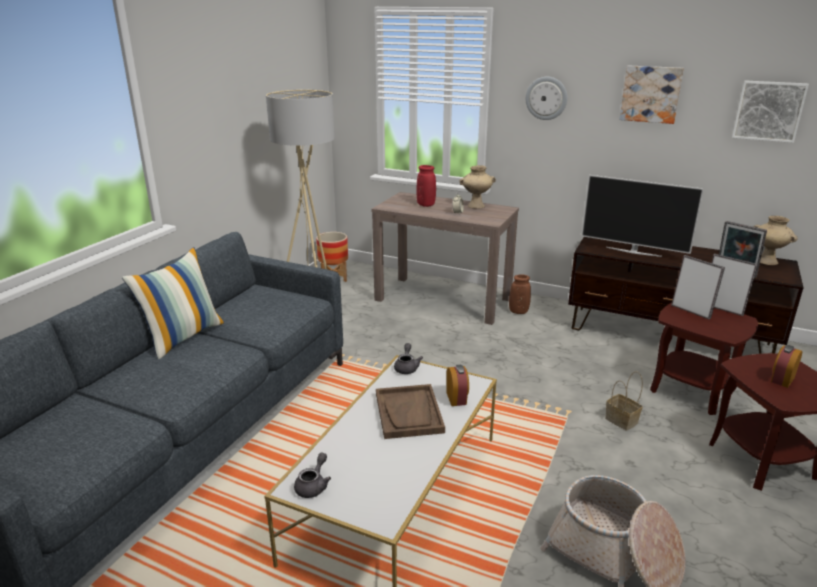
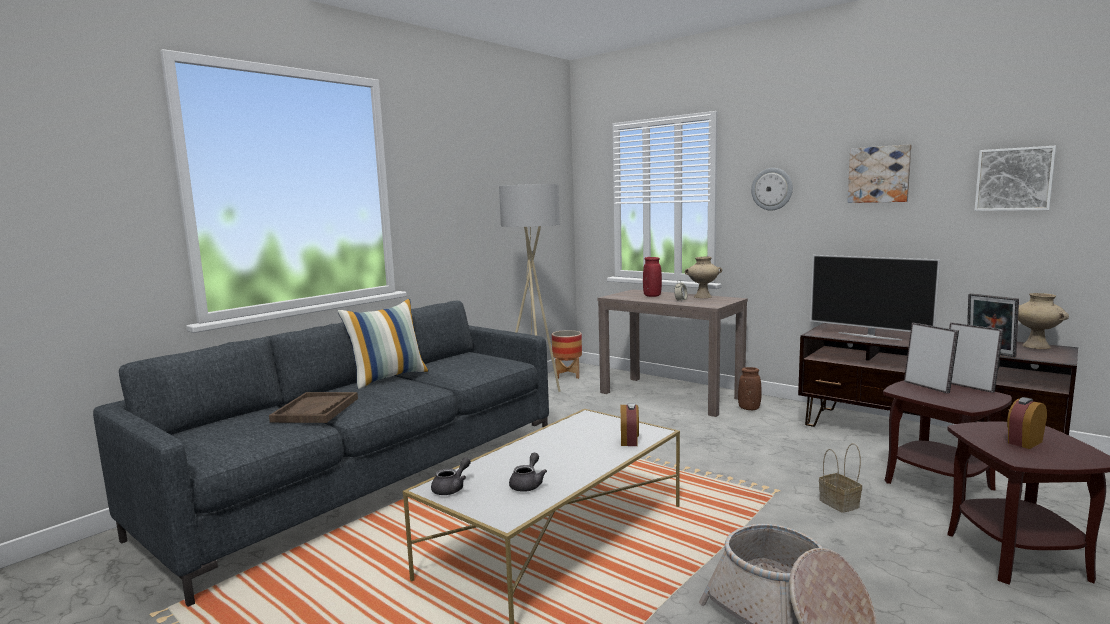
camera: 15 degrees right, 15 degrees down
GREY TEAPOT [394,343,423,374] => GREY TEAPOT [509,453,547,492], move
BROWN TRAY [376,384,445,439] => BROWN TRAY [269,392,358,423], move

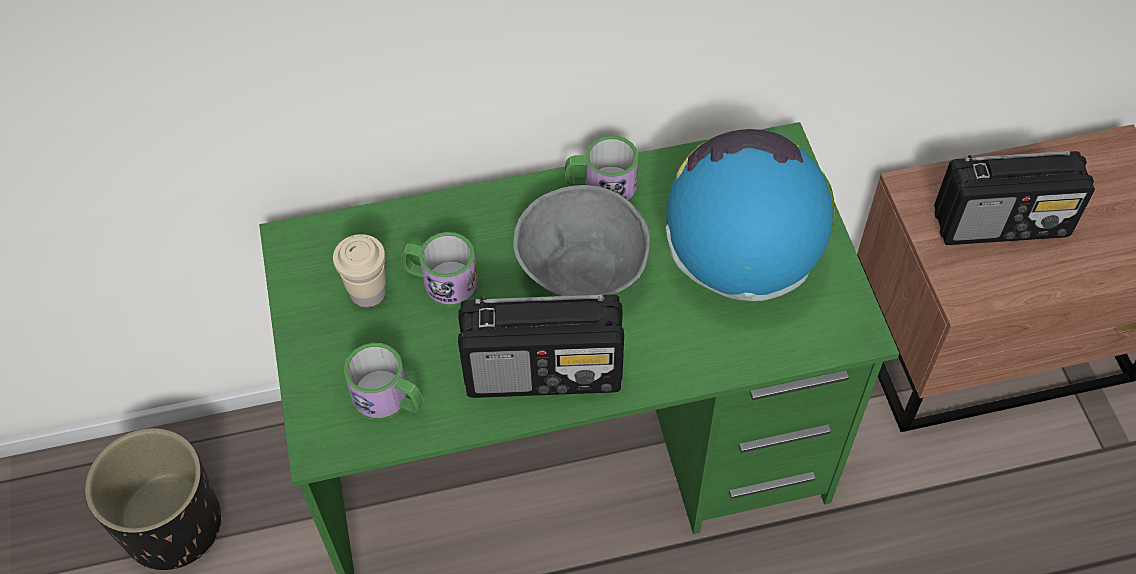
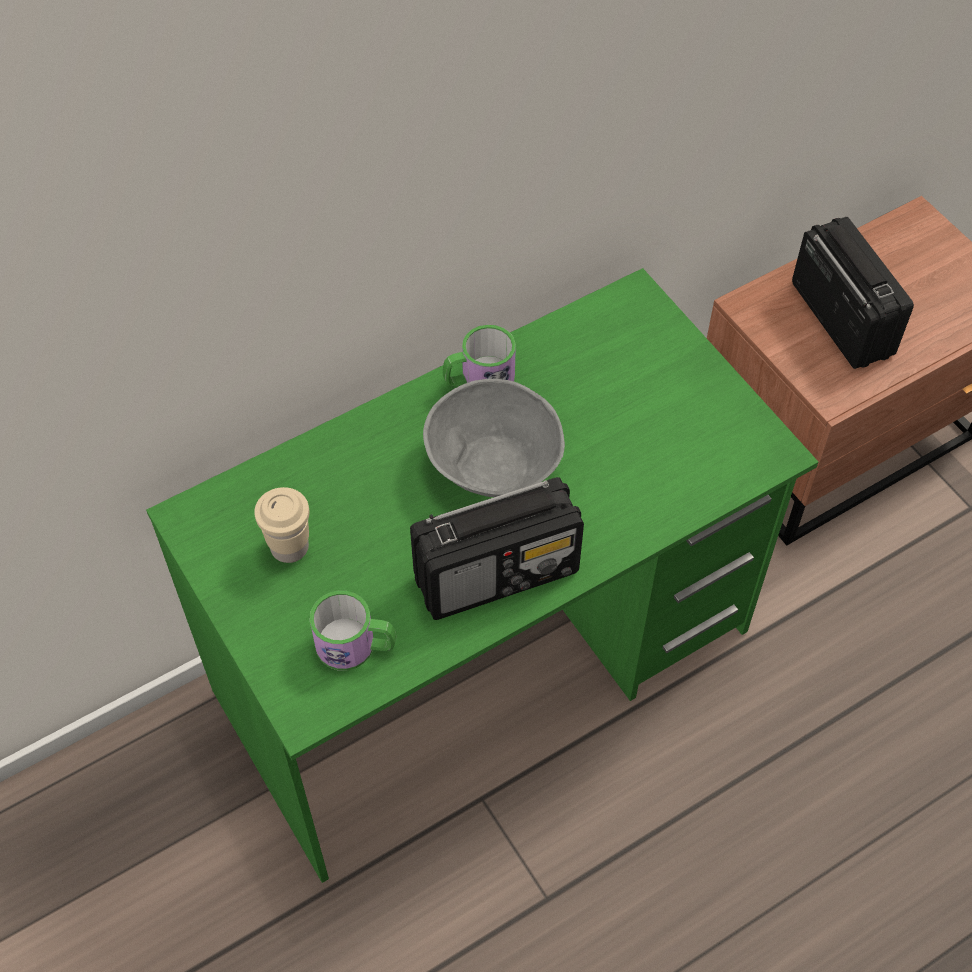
camera: 20 degrees left, 0 degrees up
GLOBE [665,129,836,301] => nothing
RADIO [934,151,1095,245] => RADIO [792,217,914,369], 90 degrees counterclockwise
MUG [401,232,478,306] => nothing
BLACK PLANTER [85,428,221,570] => nothing

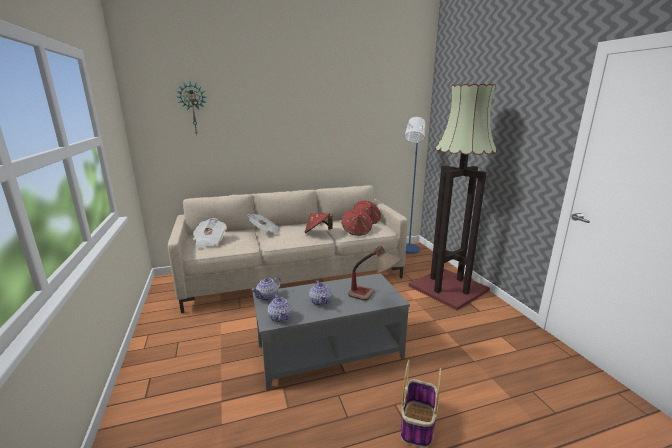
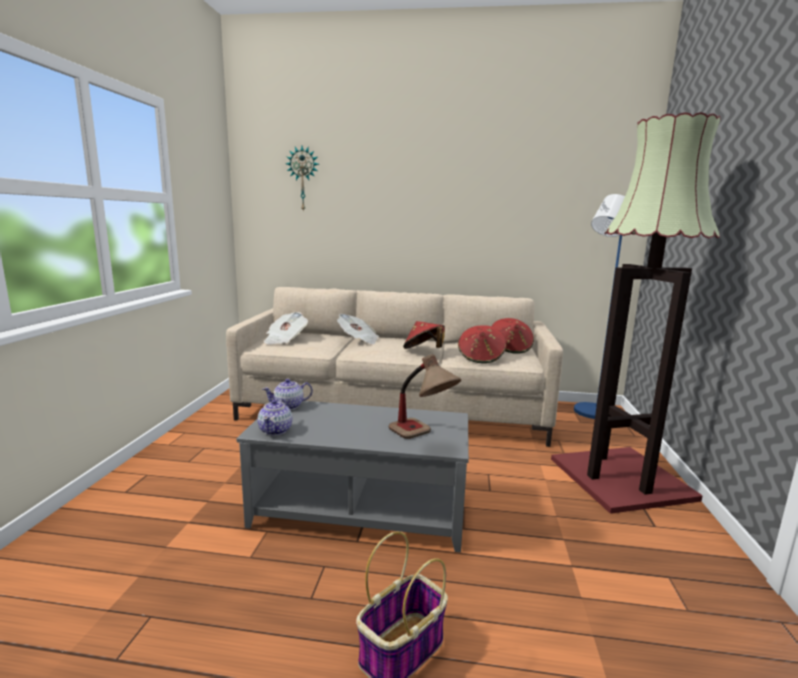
camera: 25 degrees right, 5 degrees down
TEAPOT [309,280,332,306] => nothing

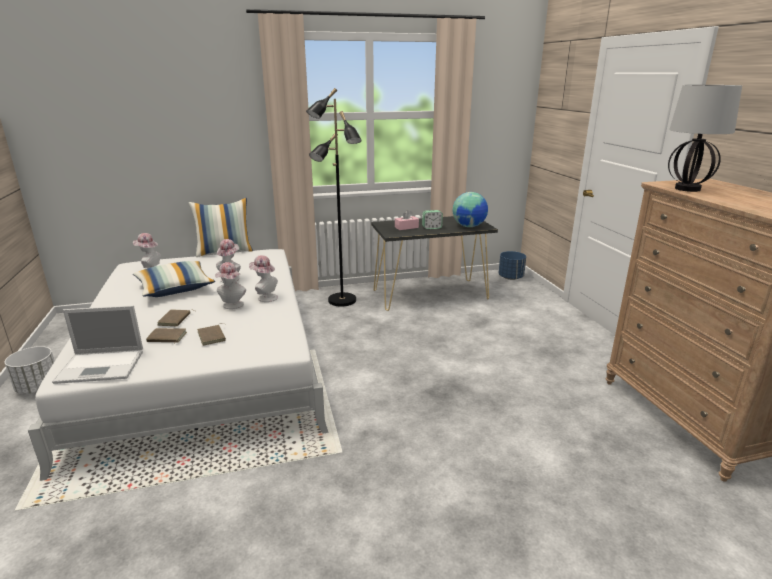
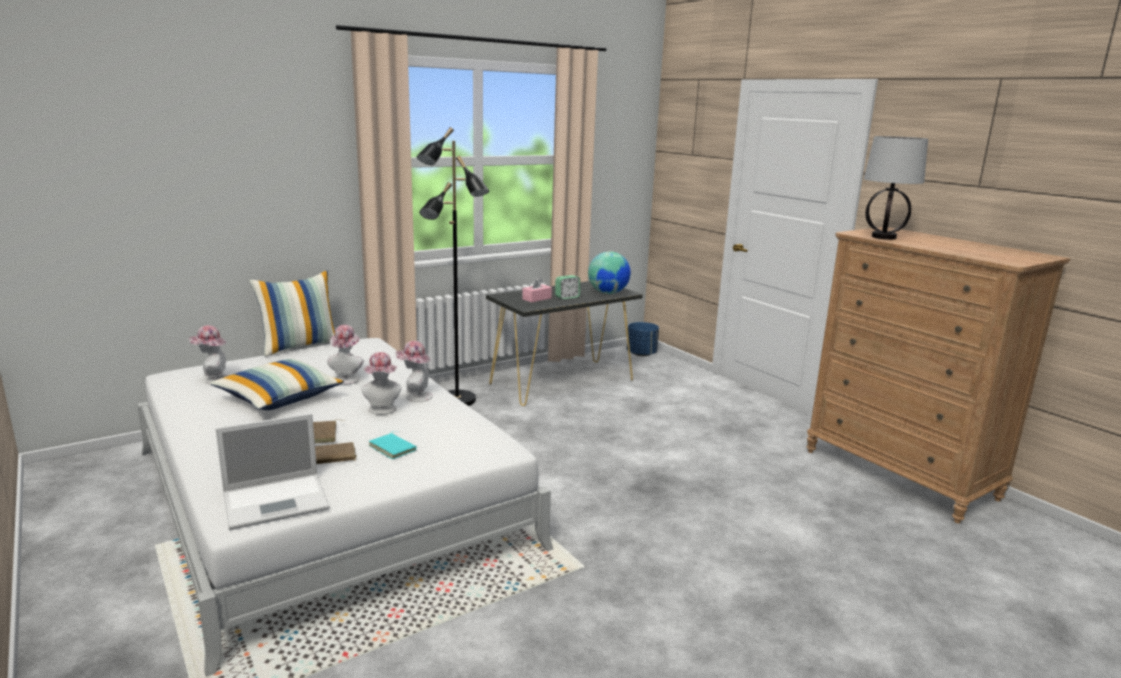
camera: 20 degrees left, 5 degrees down
BROWN BOOK [197,324,226,346] => TURQUOISE BOOK [369,431,417,459]
WHITE PLANTER [5,346,55,394] => nothing

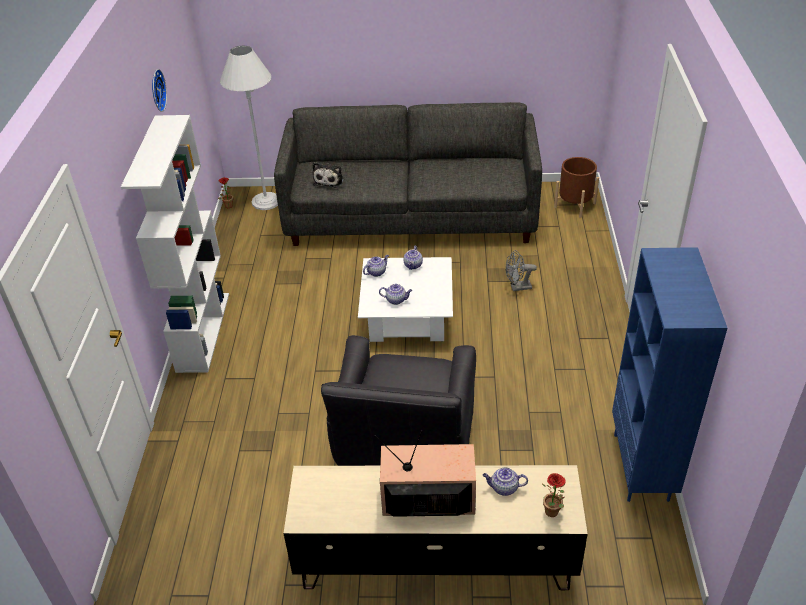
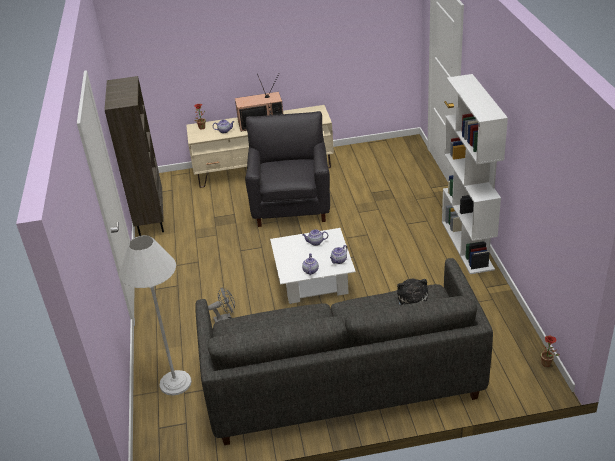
camera: 170 degrees right, 5 degrees down
WHITE FLOOR LAMP [220,46,278,210] => WHITE FLOOR LAMP [119,235,192,396], move
WALL CLOCK [152,69,167,112] => nothing
BROWN PLANTER [554,157,599,218] => nothing
BLUE BOOKCASE [612,247,727,502] => BROWN BOOKCASE [104,76,164,236]

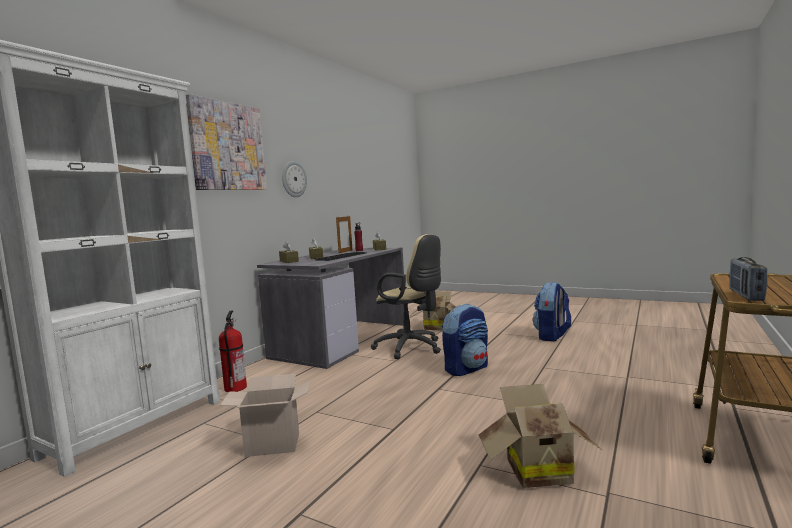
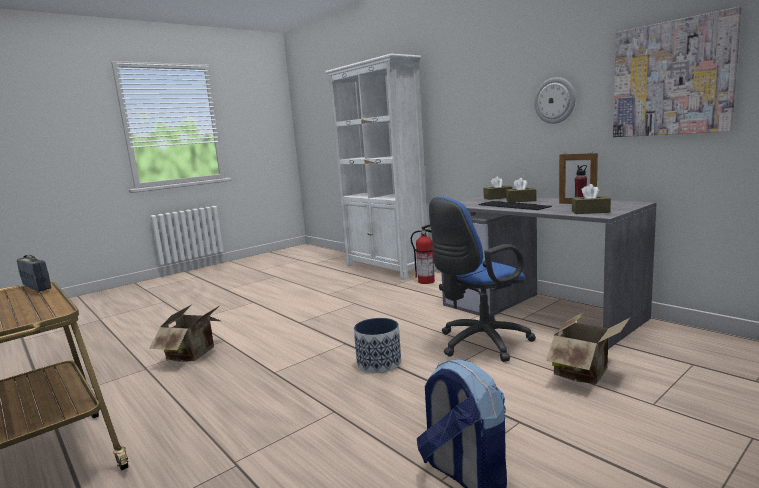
camera: 110 degrees right, 5 degrees up
PICTURE [186,94,267,190] => PICTURE [613,7,742,137], move
BEIGE OFFICE CHAIR [371,234,441,359] => BLUE OFFICE CHAIR [429,197,536,362]
BACKPACK [442,304,488,376] => PLANTER [354,318,401,373]
CARDBOARD BOX [220,374,311,457] => nothing

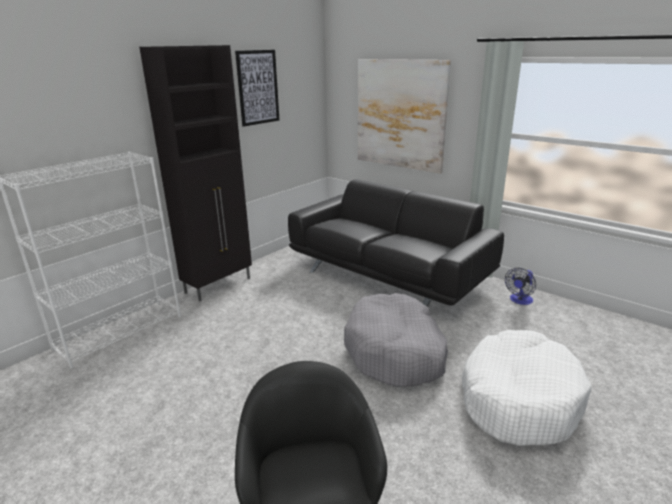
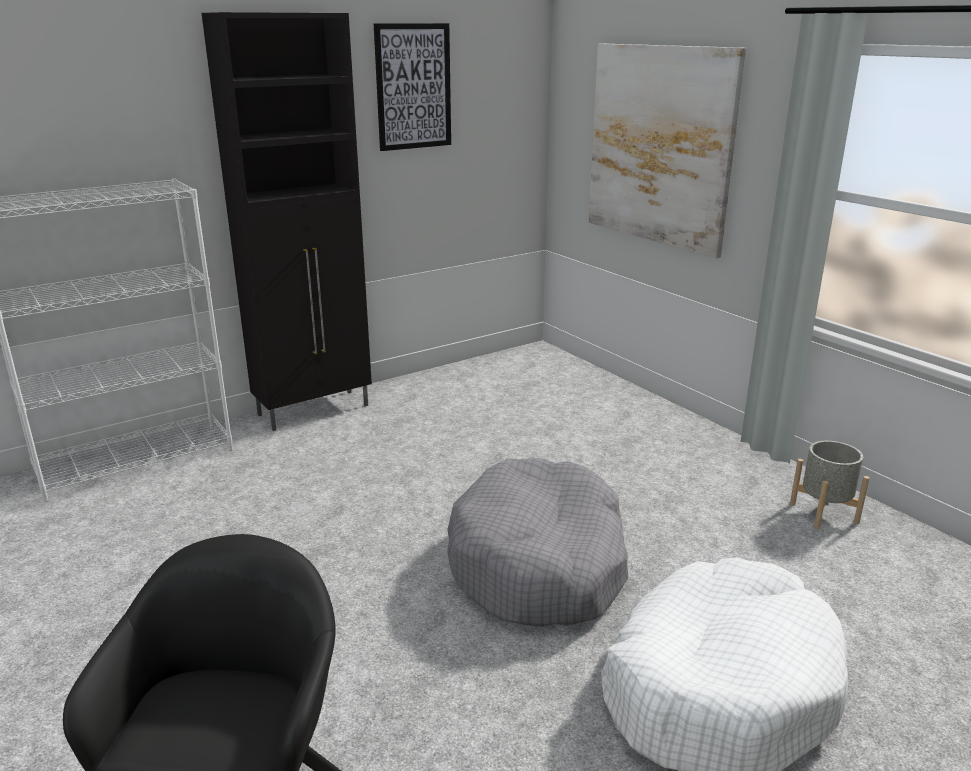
camera: 15 degrees right, 0 degrees up
BLACK SOFA [288,179,504,307] => nothing
FAN [505,268,536,305] => GREY PLANTER [790,441,870,530]

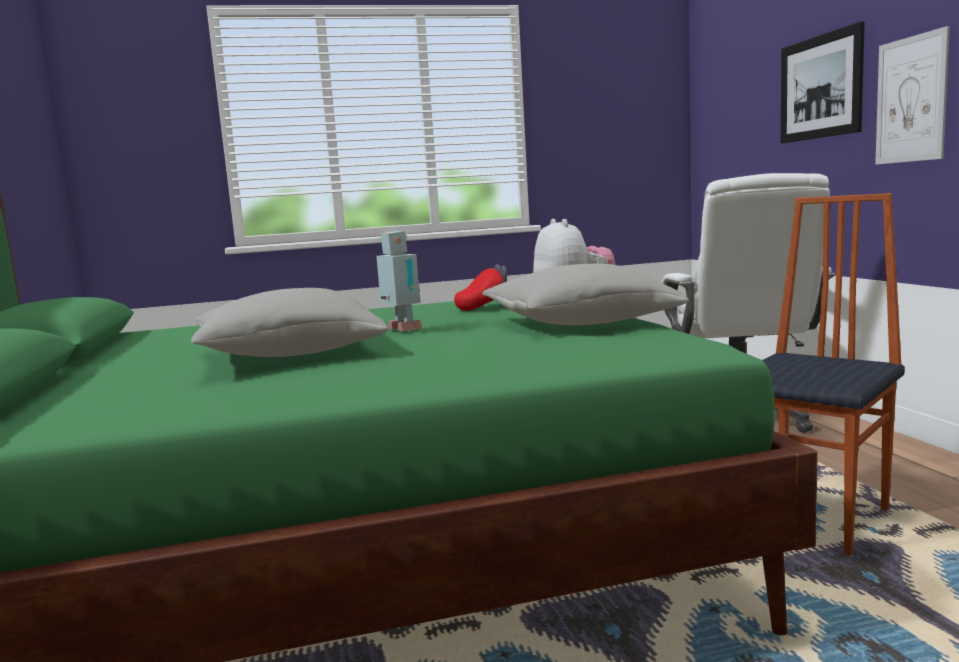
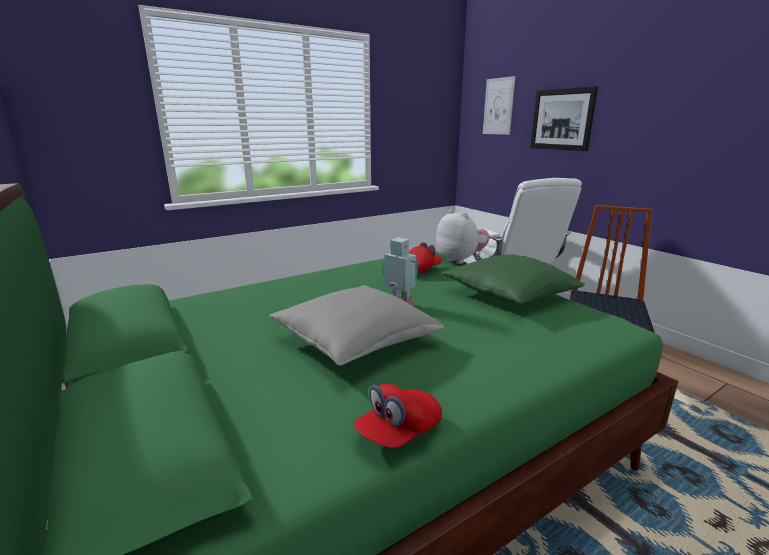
camera: 20 degrees left, 10 degrees up
PICTURE [875,26,950,165] => PICTURE [483,76,516,135], move
GREY PILLOW [482,264,689,325] => GREEN PILLOW [442,254,584,304]
nothing => RED CAP [354,384,442,448]

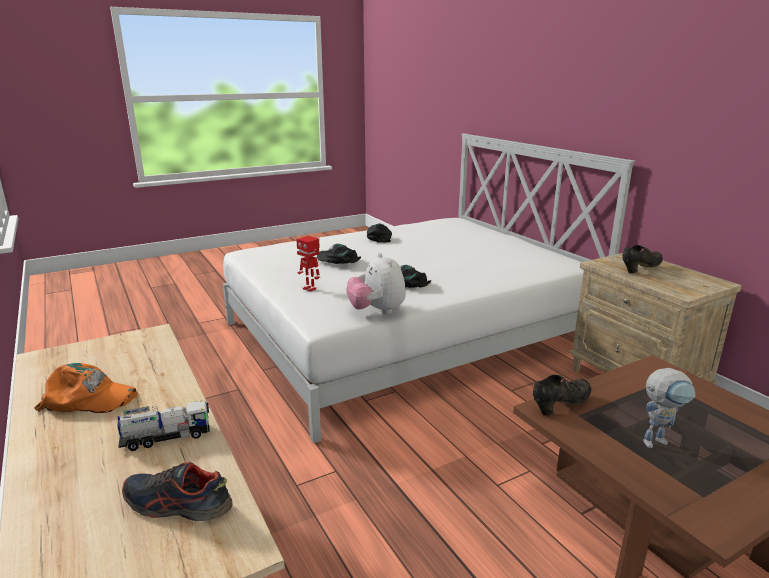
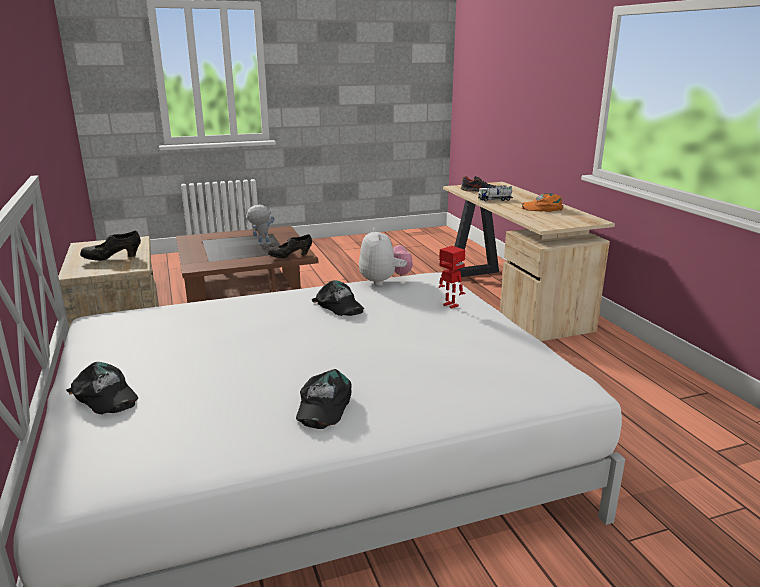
camera: 170 degrees left, 0 degrees up
BLACK CAP [317,244,361,264] => BLACK CAP [67,362,138,414], move

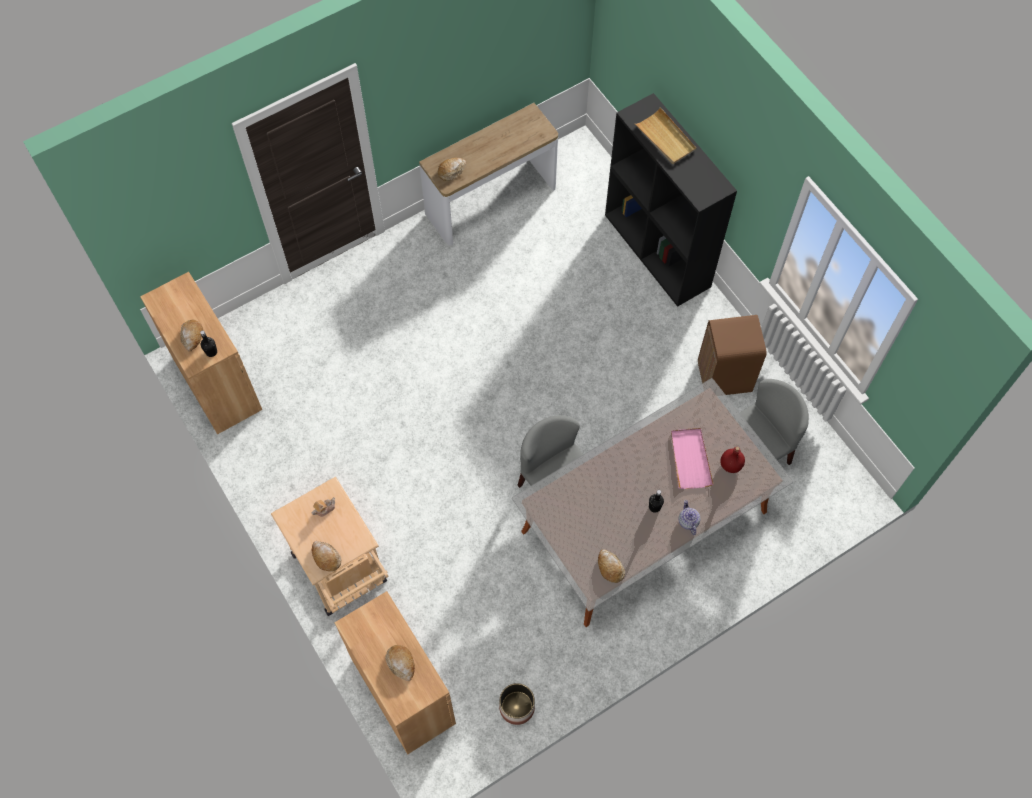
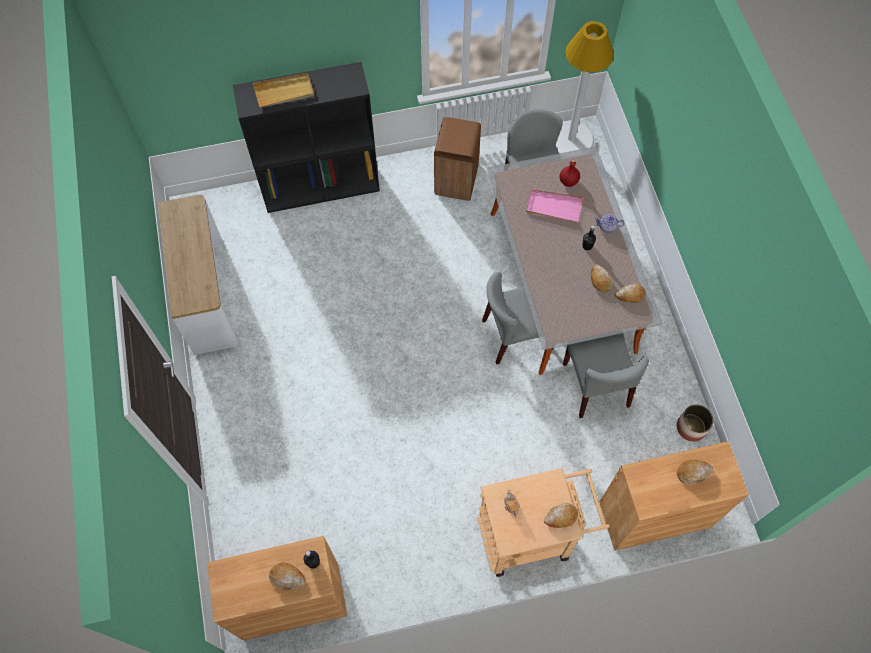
camera: 70 degrees left, 0 degrees up
BREAD [438,158,466,181] => BREAD [591,264,613,293], move
nothing => WHITE FLOOR LAMP [556,21,614,153]
nothing => GREY CHAIR [563,333,649,418]

